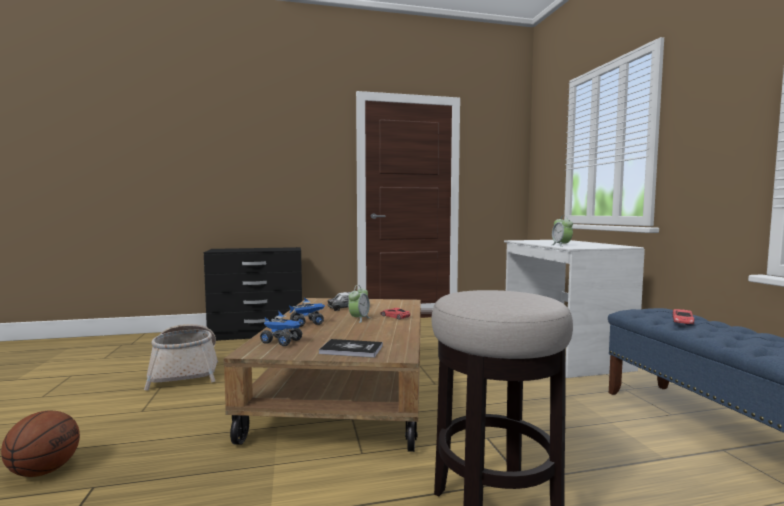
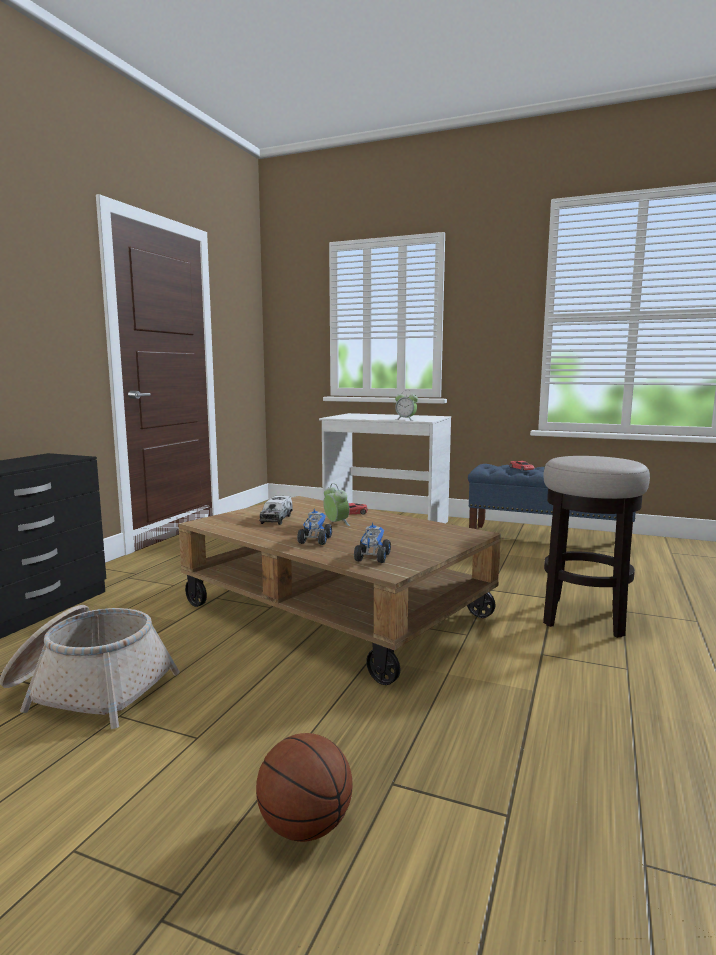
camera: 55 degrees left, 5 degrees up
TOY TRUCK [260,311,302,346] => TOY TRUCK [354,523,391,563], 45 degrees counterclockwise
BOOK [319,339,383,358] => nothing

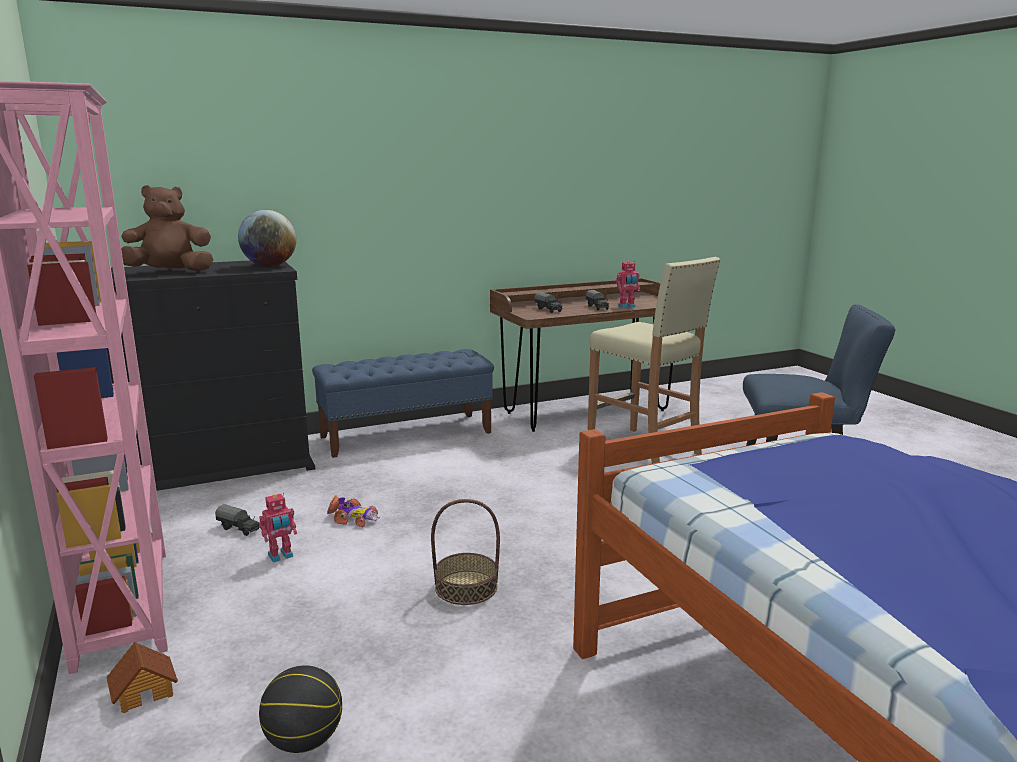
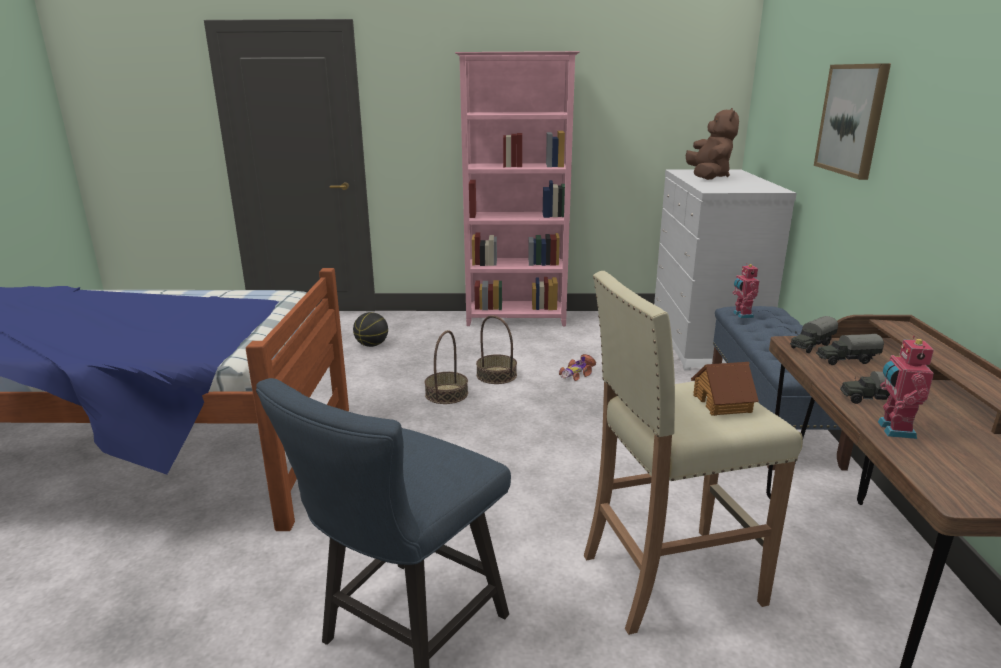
camera: 115 degrees right, 5 degrees up
GLOBE [238,210,297,266] => nothing
BLACK DRESSER [107,260,315,491] => WHITE DRESSER [654,169,797,371]
TOY ROBOT [259,493,297,562] => TOY ROBOT [732,263,759,319], move
TOY TRUCK [215,504,260,536] => TOY TRUCK [790,316,838,353], move
TOY HOUSE [106,642,178,713] => TOY HOUSE [691,362,759,416], move
nothing => PICTURE [814,63,891,180]
nothing => BASKET [476,315,517,384]

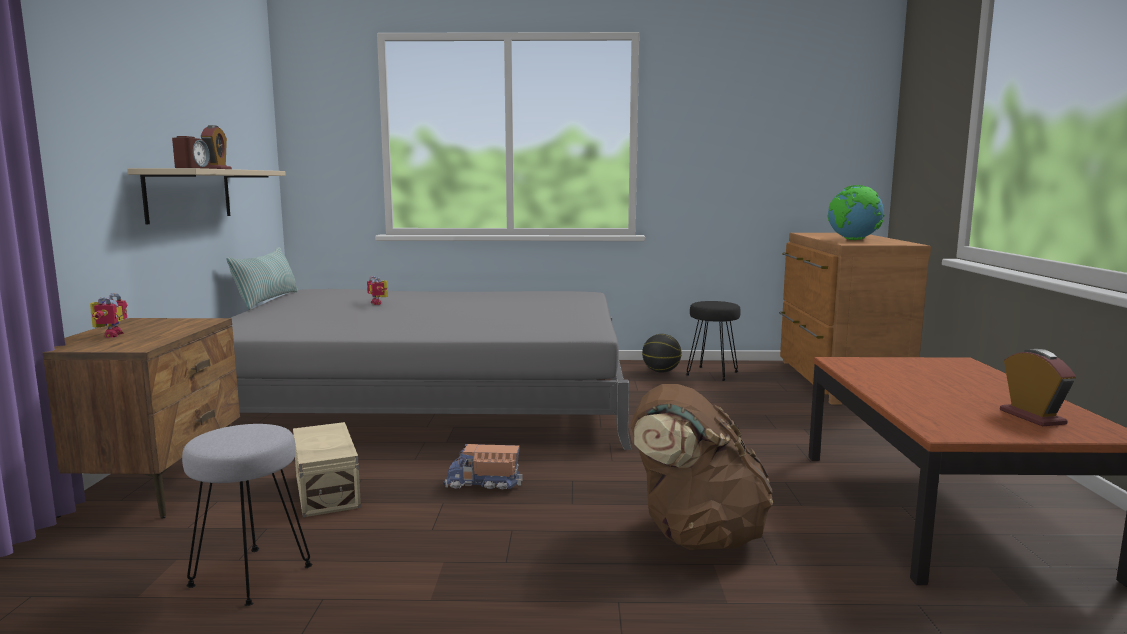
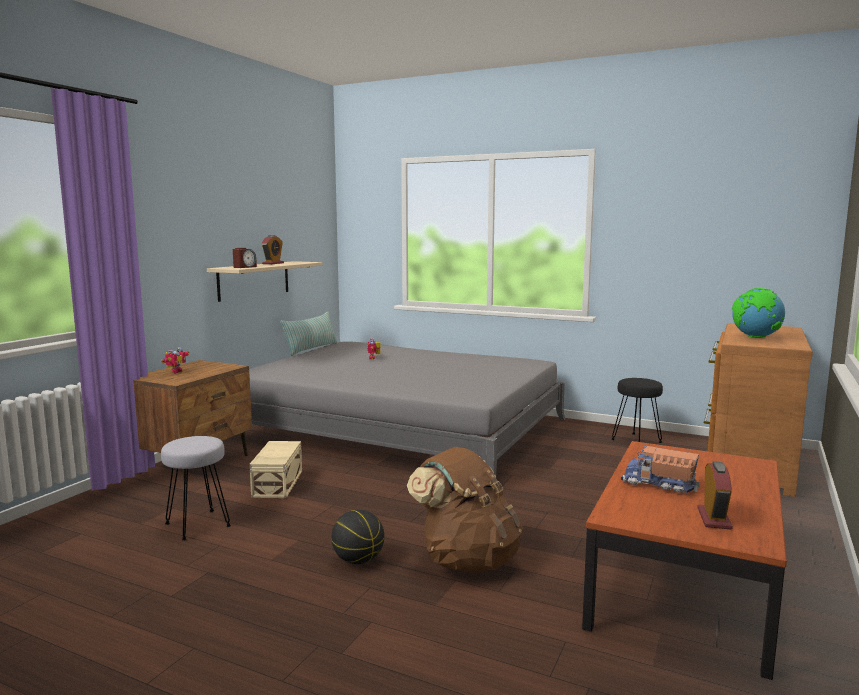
camera: 25 degrees right, 0 degrees up
BASKETBALL [642,334,681,373] => BASKETBALL [331,509,384,564], move
TOY TRUCK [443,444,523,489] => TOY TRUCK [621,446,699,493], move

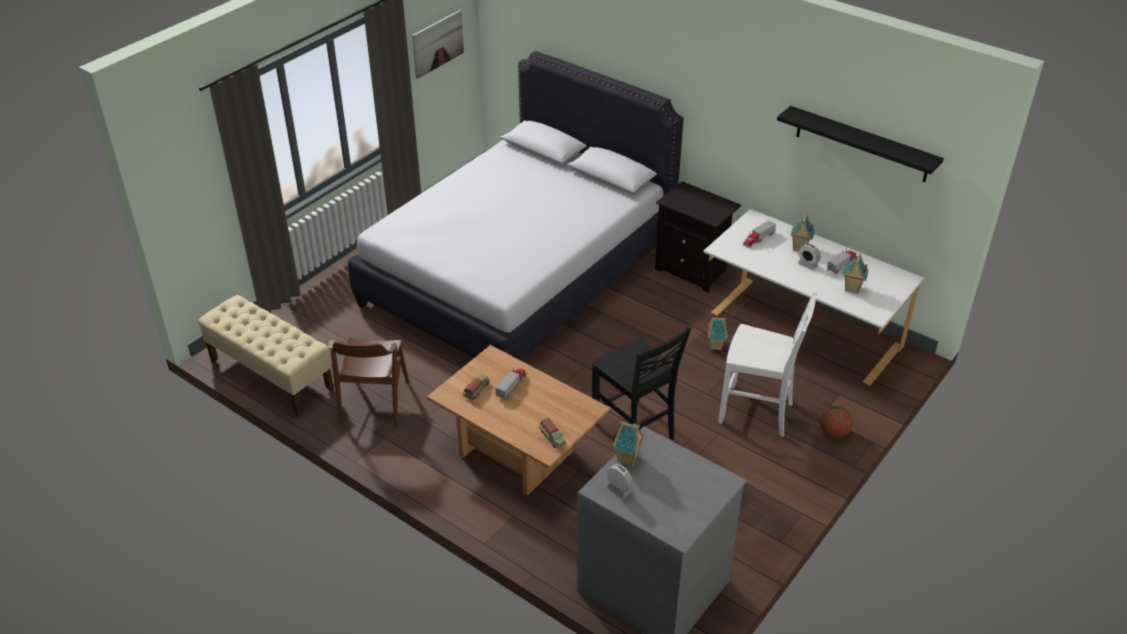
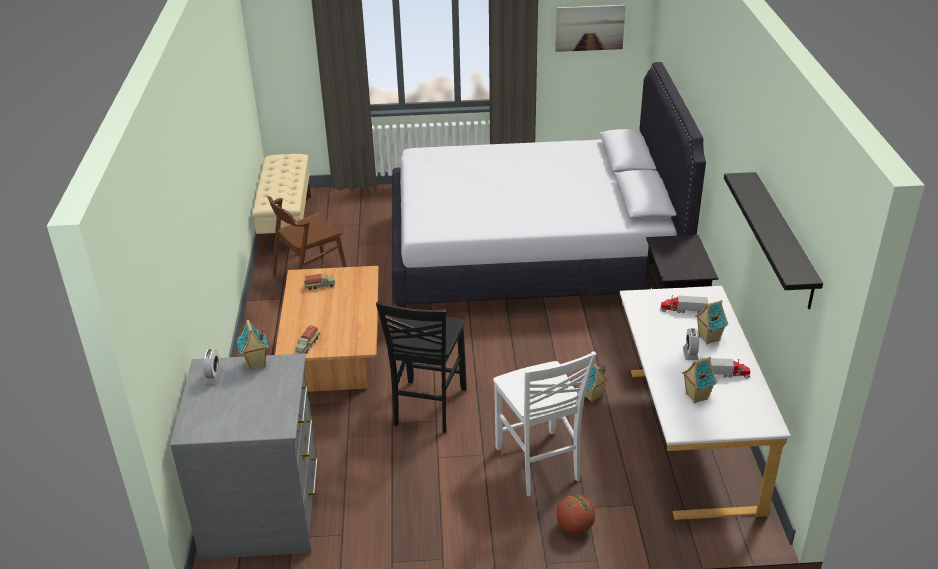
camera: 50 degrees right, 5 degrees down
TOY TRUCK [496,368,527,400] => nothing

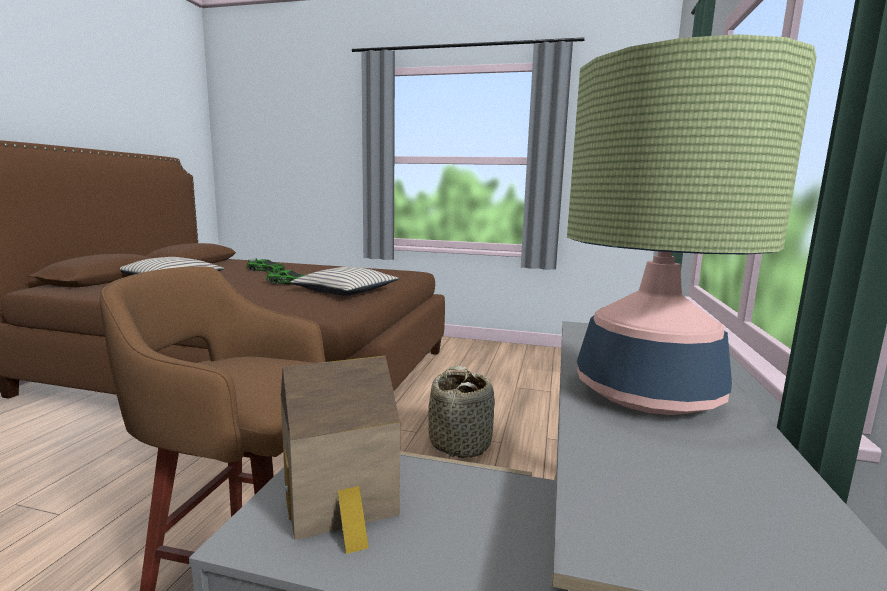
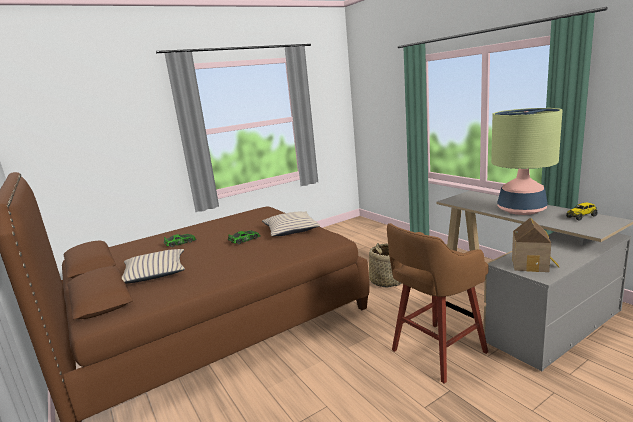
camera: 45 degrees left, 5 degrees up
nothing => TOY TRUCK [566,202,598,221]

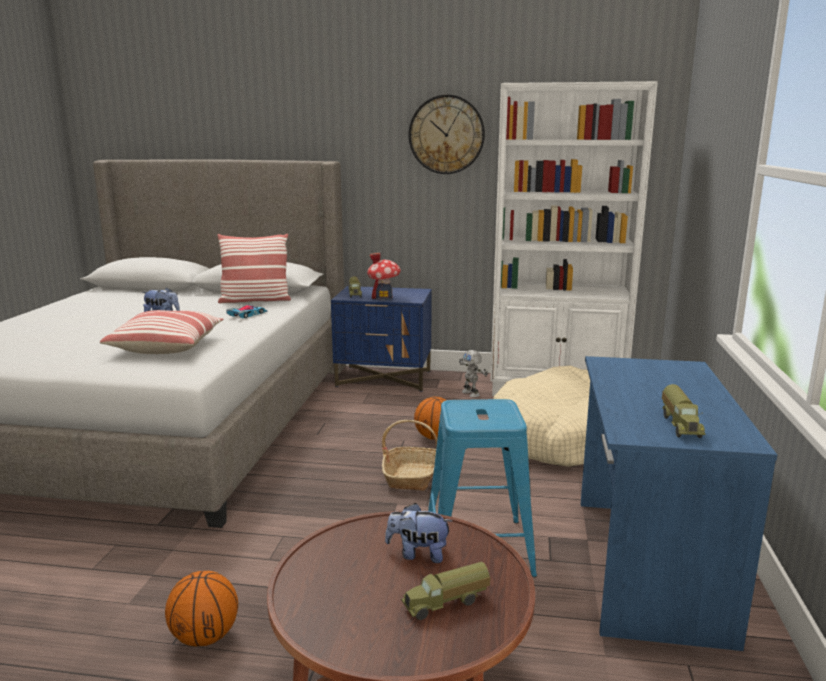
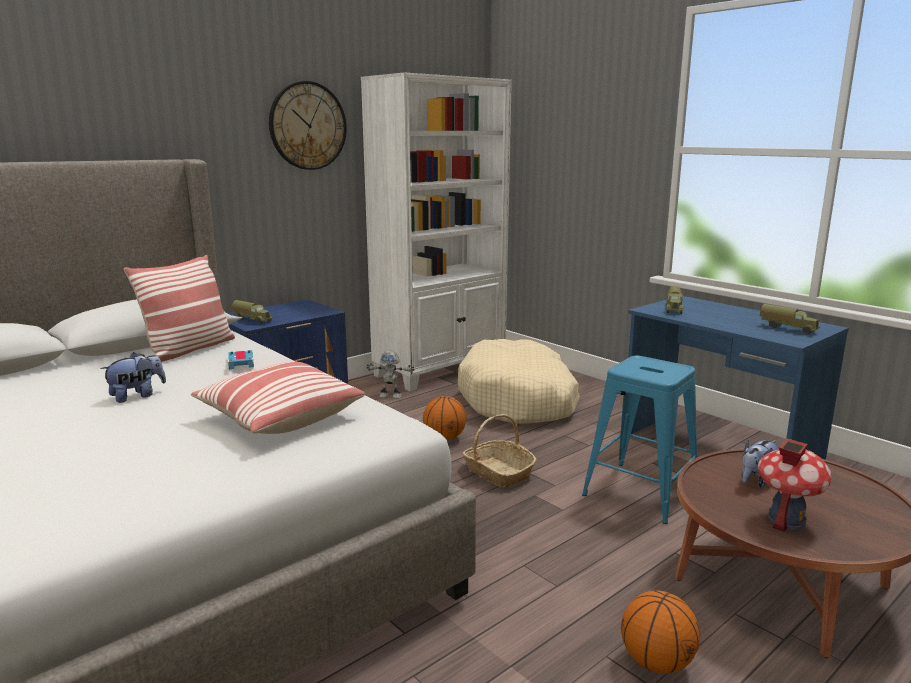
camera: 50 degrees left, 0 degrees up
TOY HOUSE [367,252,401,300] => TOY HOUSE [758,438,832,532], move
TOY TRUCK [401,562,490,620] => TOY TRUCK [666,286,683,314], move

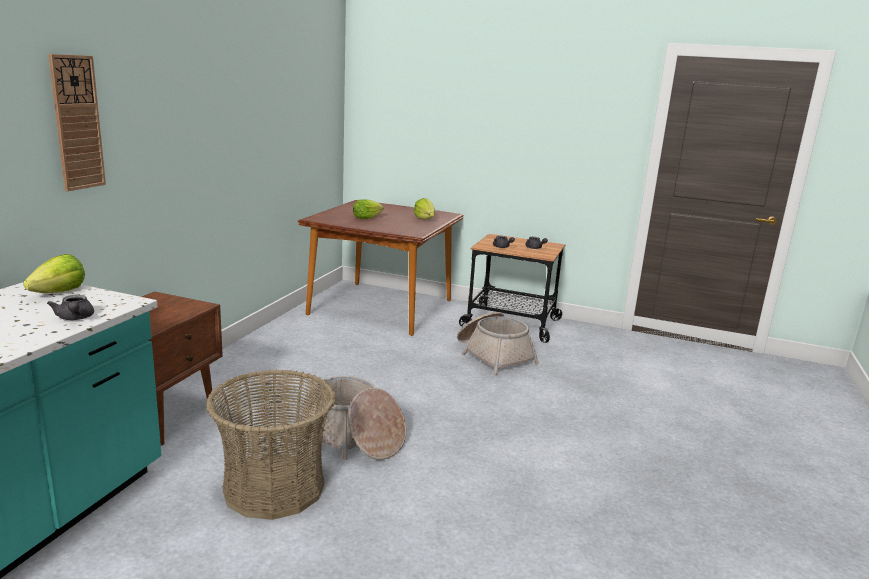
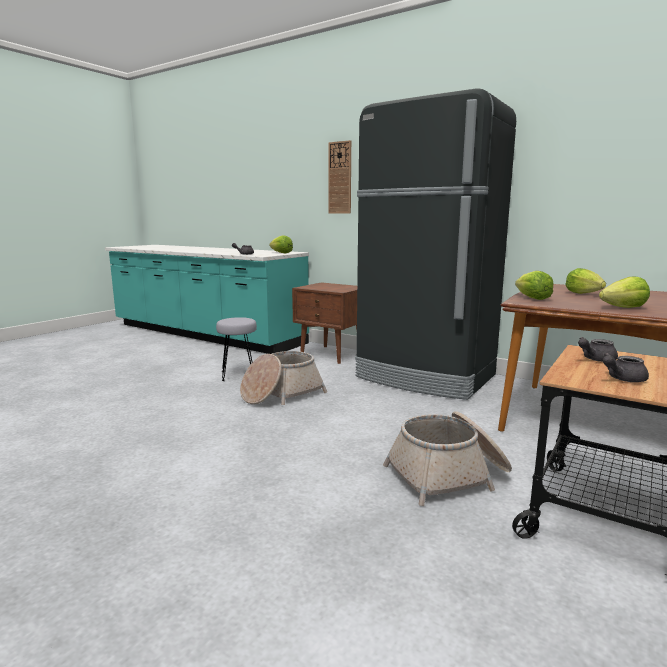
camera: 105 degrees right, 5 degrees down
BASKET [206,369,336,520] => GREY STOOL [216,317,257,381]
nothing => BLACK FRIDGE [355,88,516,400]
nothing => LETTUCE [515,271,553,300]

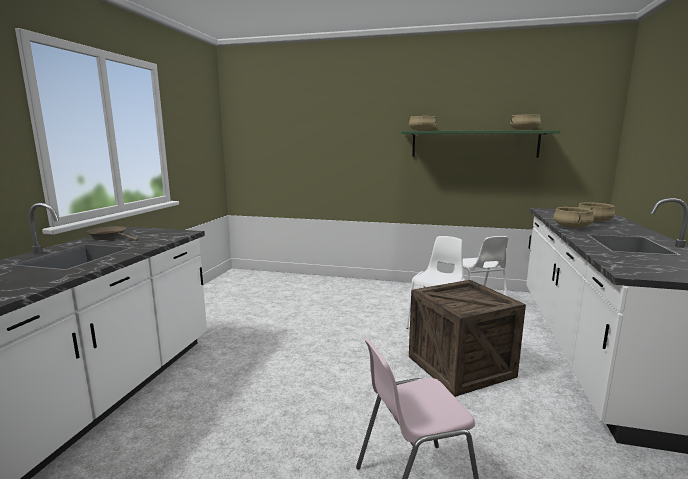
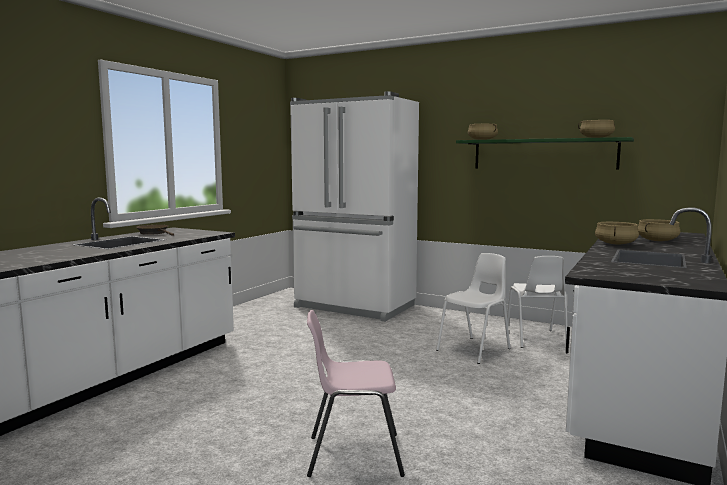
camera: 15 degrees right, 5 degrees down
CRATE [409,280,526,397] => nothing
nothing => WHITE FRIDGE [290,91,419,322]

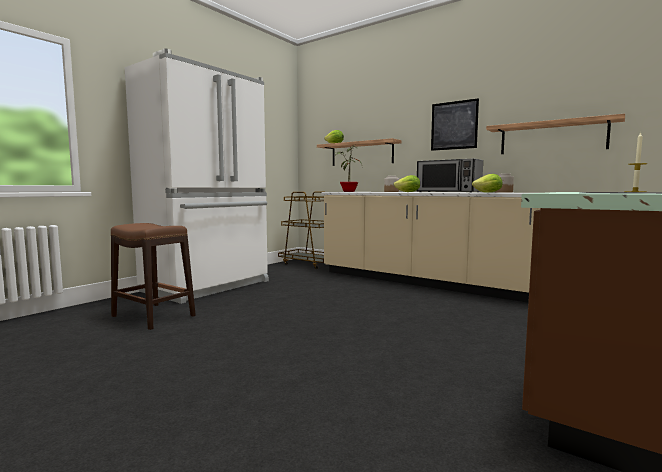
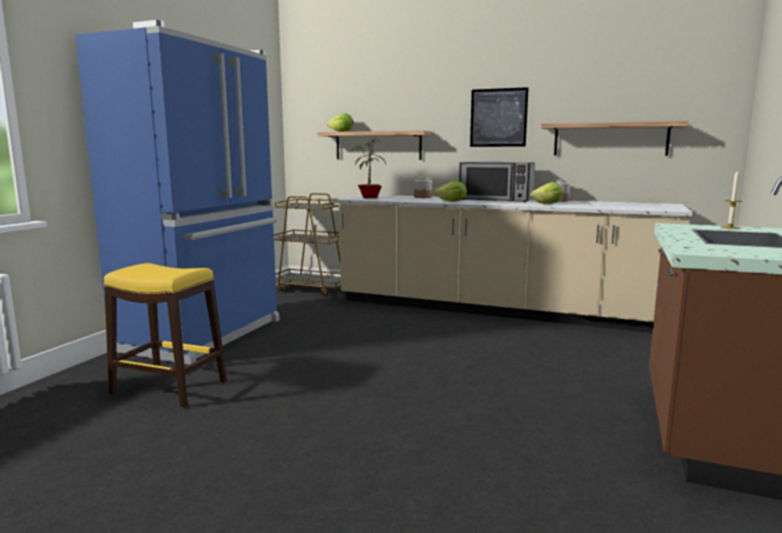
camera: 15 degrees left, 5 degrees up
WHITE FRIDGE [125,49,269,304] => BLUE FRIDGE [75,20,280,365]
BROWN STOOL [111,223,196,330] => YELLOW STOOL [104,263,227,408]

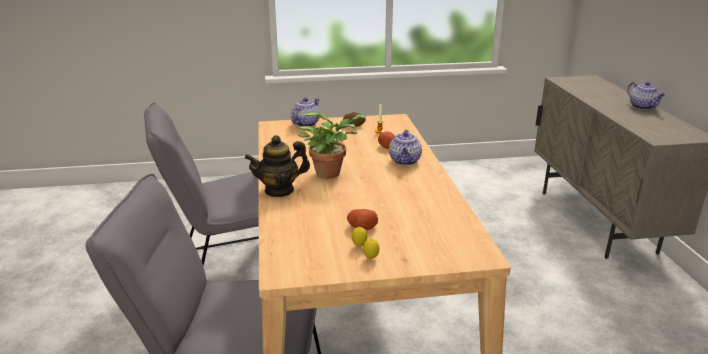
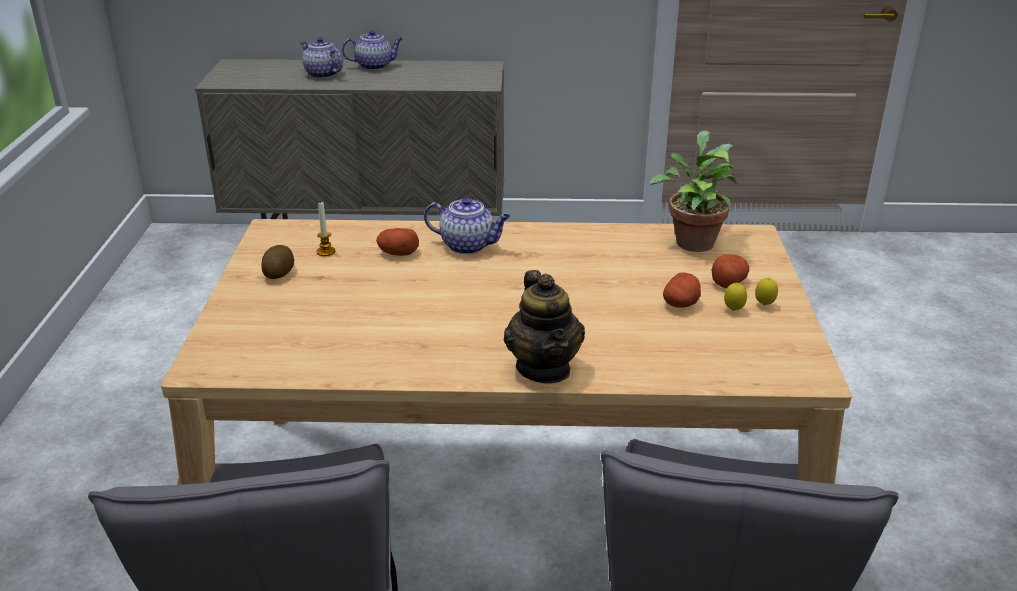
camera: 80 degrees left, 5 degrees up
TEAPOT [291,98,320,127] => TEAPOT [300,37,343,79], move
POTTED PLANT [297,112,366,179] => POTTED PLANT [650,131,737,252], move
nothing => POTATO [712,255,749,289]

